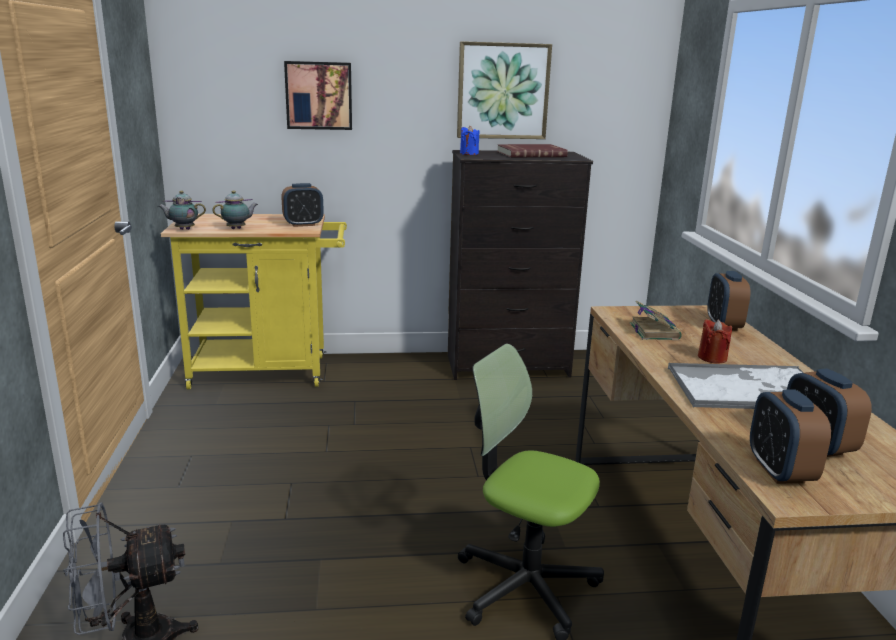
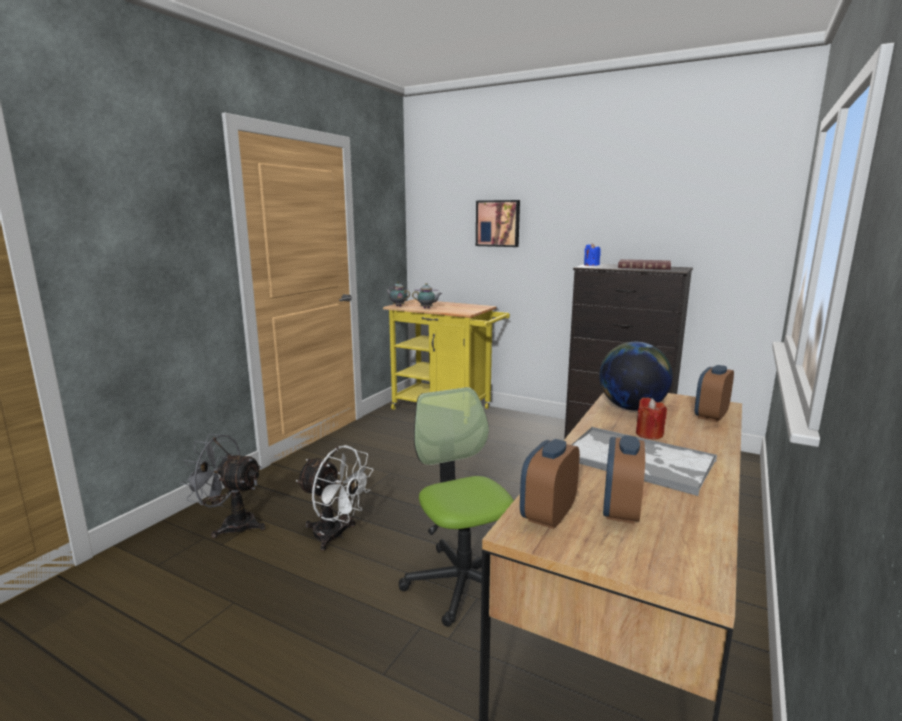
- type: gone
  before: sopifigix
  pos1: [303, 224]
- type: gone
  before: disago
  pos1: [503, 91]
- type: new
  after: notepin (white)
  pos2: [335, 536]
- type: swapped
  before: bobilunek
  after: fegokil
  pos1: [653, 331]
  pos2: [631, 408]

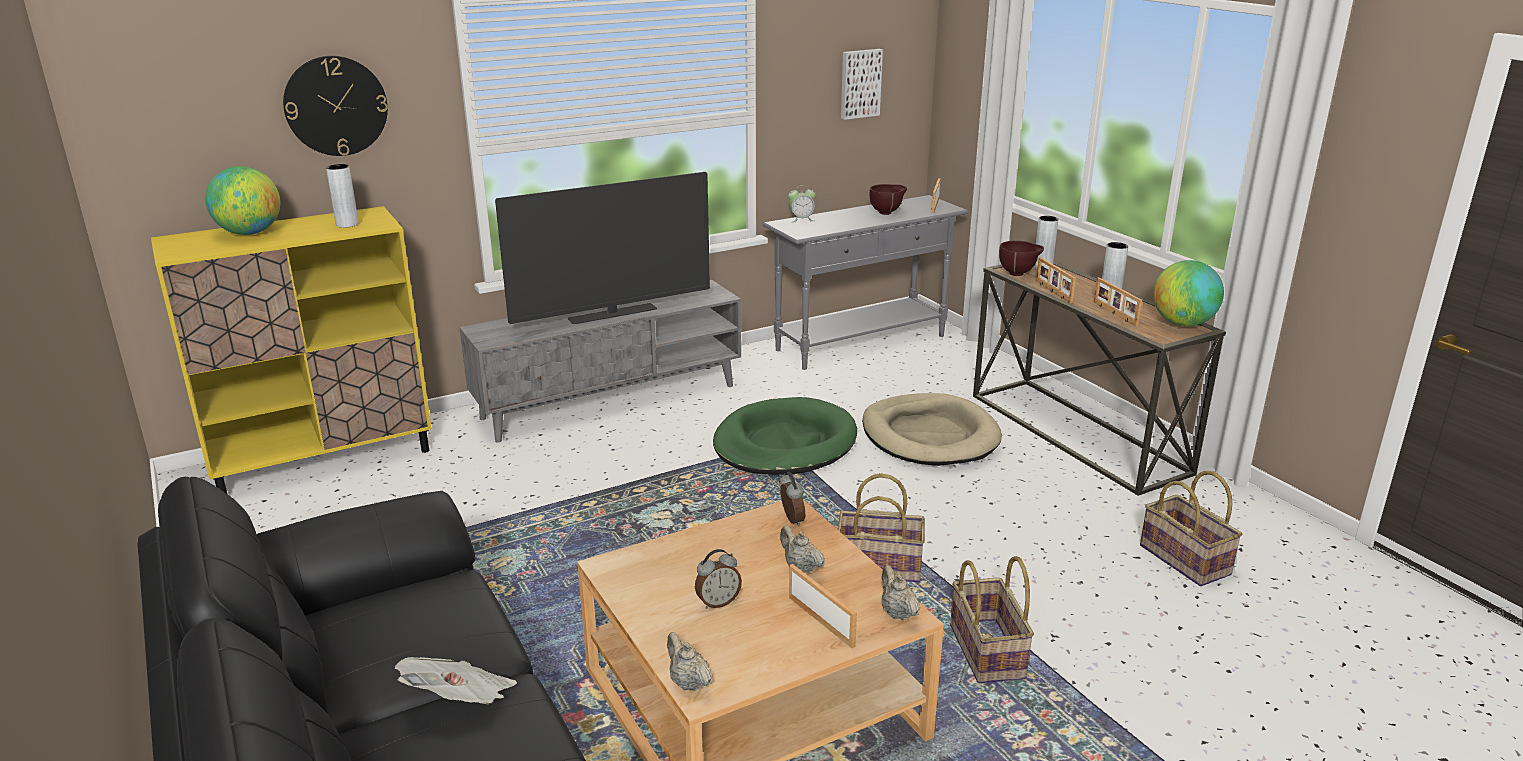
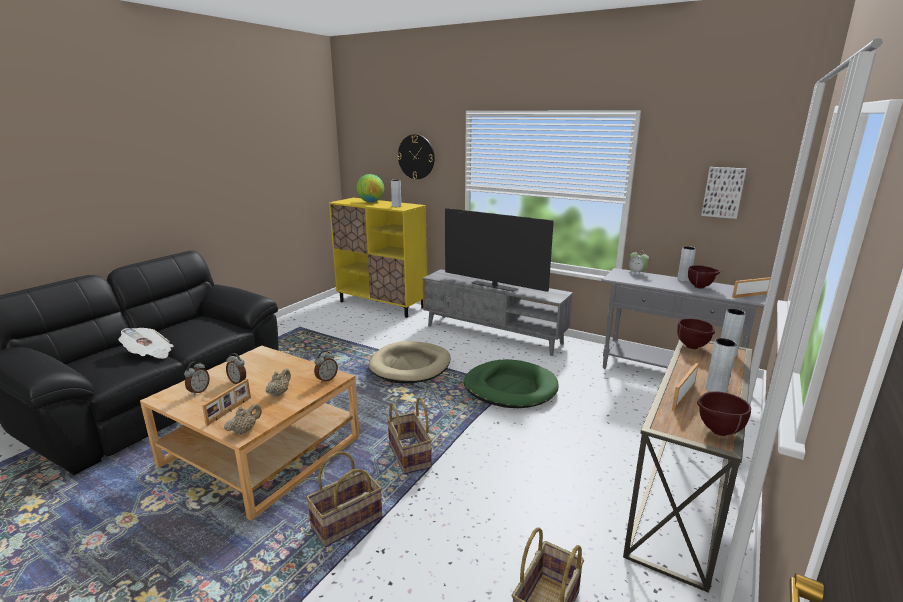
- type: gone
  before: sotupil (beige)
  pos1: [688, 682]
- type: gone
  before: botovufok
  pos1: [1052, 292]
- type: new
  after: sopifigix
  pos2: [198, 391]
- type: new
  after: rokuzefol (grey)
  pos2: [683, 280]
- type: shifted
  before: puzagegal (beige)
  pos1: [929, 435]
  pos2: [410, 365]
- type: swapped
  before: fegokil
  after: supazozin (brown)
  pos1: [1182, 323]
  pos2: [717, 431]

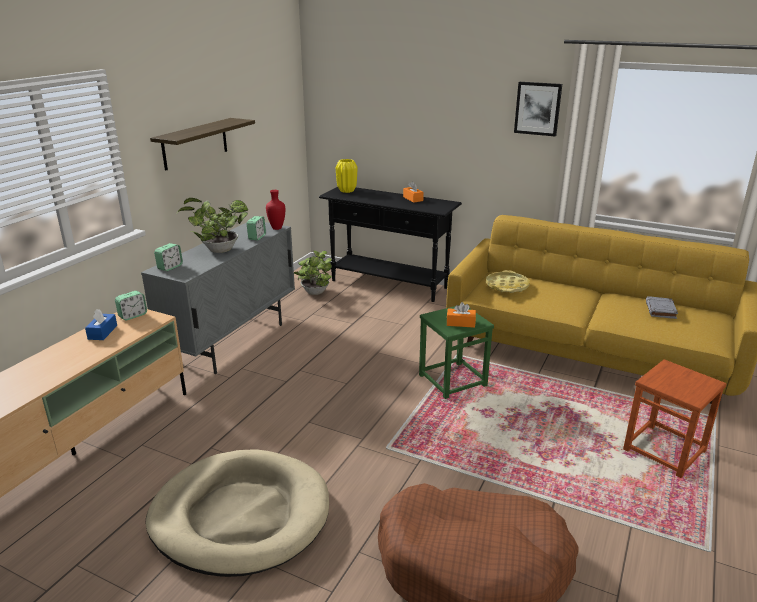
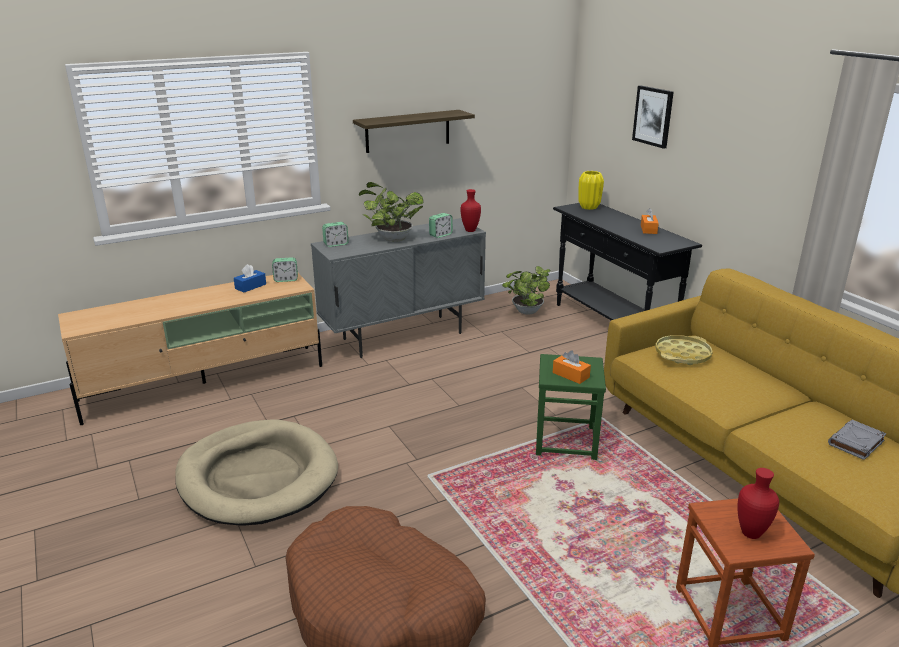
- type: new
  after: rokuzefol (red)
  pos2: [750, 532]
- type: shifted
  before: disago
  pos1: [537, 108]
  pos2: [653, 116]

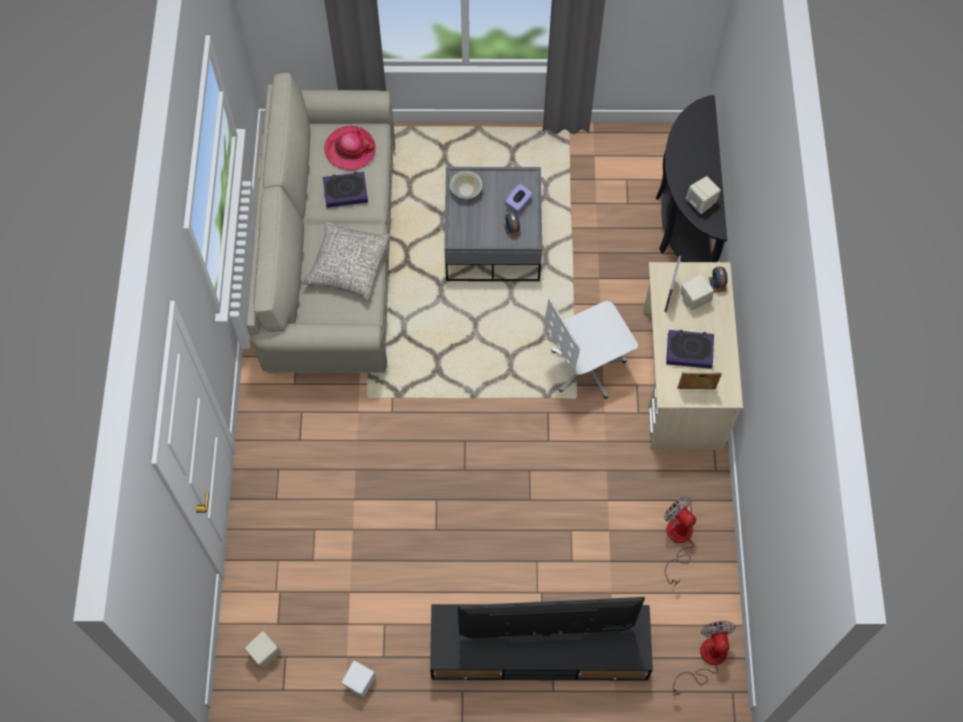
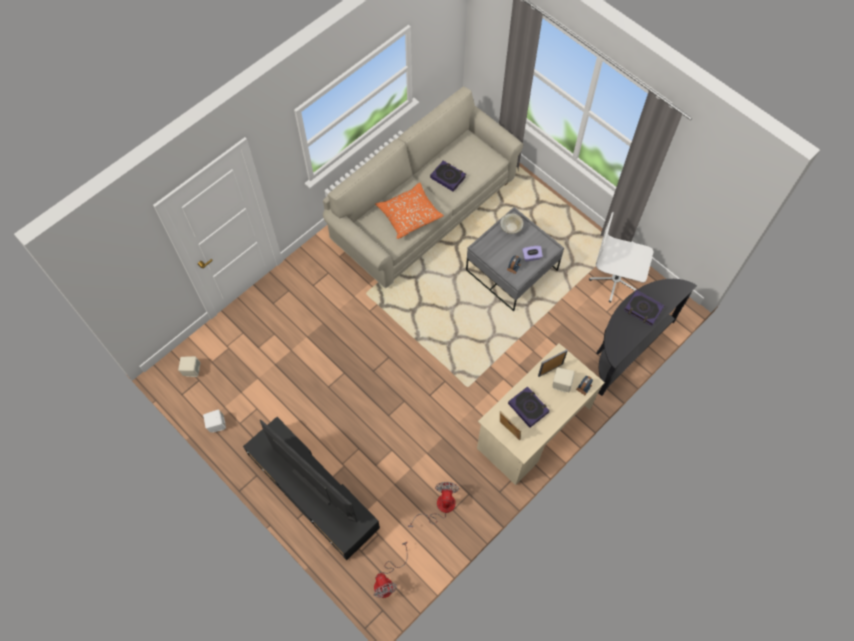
- type: gone
  before: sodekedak
  pos1: [350, 149]
- type: gone
  before: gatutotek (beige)
  pos1: [701, 203]
- type: new
  after: bobilunek
  pos2: [643, 309]
- type: shifted
  before: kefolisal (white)
  pos1: [587, 367]
  pos2: [615, 280]
- type: repainted
  before: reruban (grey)
  after: reruban (orange)
  pos1: [347, 265]
  pos2: [409, 214]
- type: rotated
  before: notepin
  pos1: [706, 659]
  pos2: [387, 580]
  turn: 120

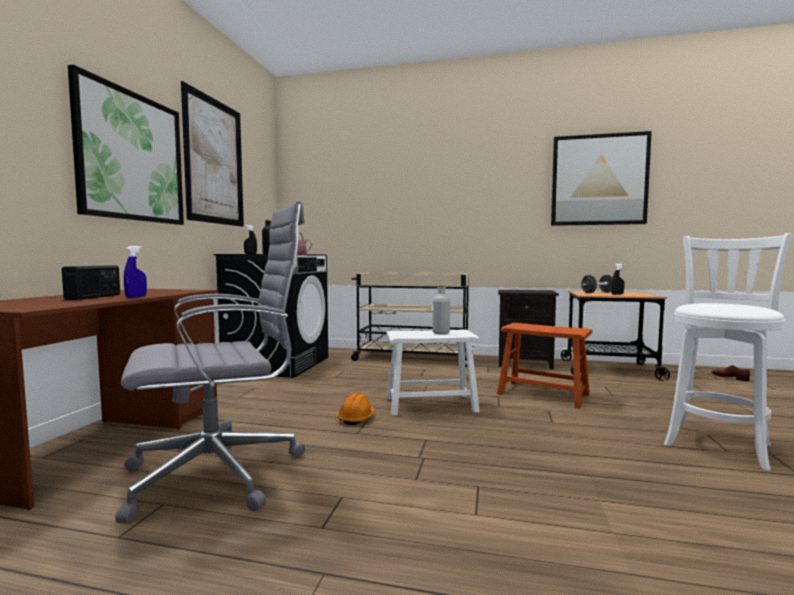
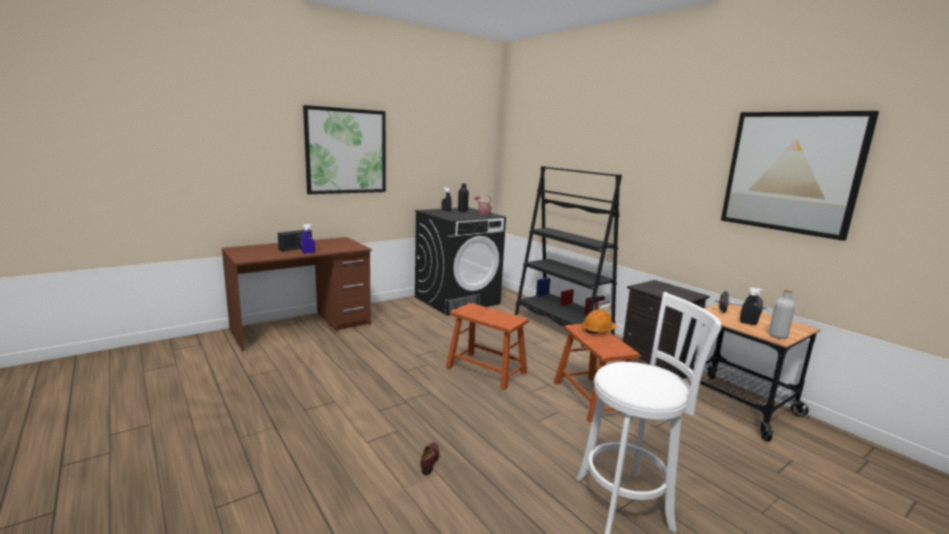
- type: gone
  before: kefolisal (grey)
  pos1: [221, 473]
- type: gone
  before: disago
  pos1: [215, 161]
- type: shifted
  before: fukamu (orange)
  pos1: [356, 418]
  pos2: [598, 330]
- type: shifted
  before: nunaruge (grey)
  pos1: [441, 333]
  pos2: [777, 336]
- type: shifted
  before: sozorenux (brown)
  pos1: [729, 377]
  pos2: [430, 460]
- type: swapped
  before: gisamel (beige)
  after: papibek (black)
  pos1: [411, 358]
  pos2: [562, 324]
- type: repainted
  before: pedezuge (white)
  after: pedezuge (brown)
  pos1: [430, 404]
  pos2: [486, 370]

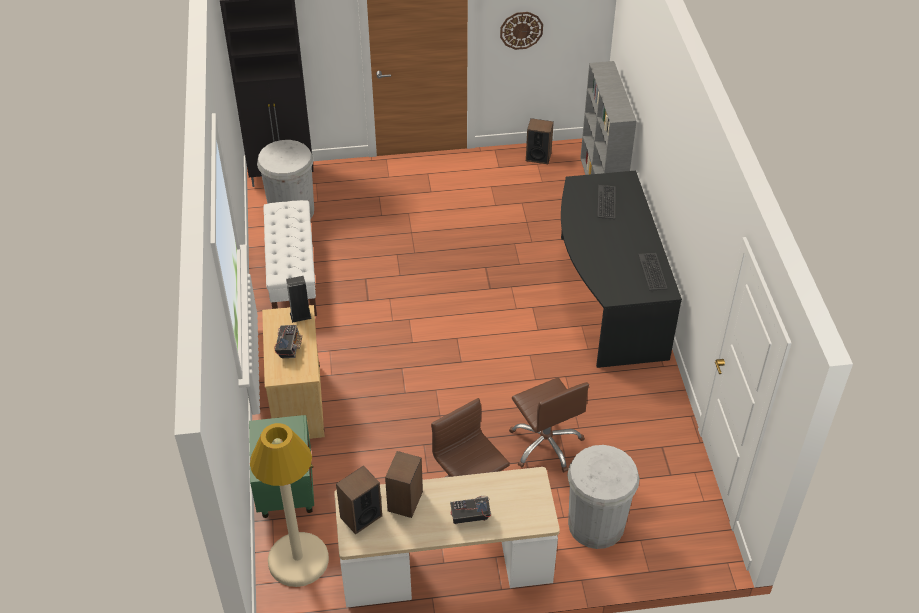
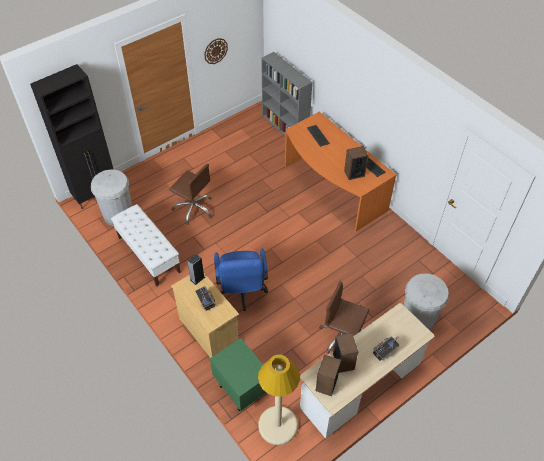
- type: new
  after: kefolisal (blue)
  pos2: [242, 292]
- type: shifted
  before: kefolisal (brown)
  pos1: [546, 444]
  pos2: [194, 208]
- type: shifted
  before: gatutotek
  pos1: [538, 157]
  pos2: [354, 173]
- type: repainted
  before: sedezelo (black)
  after: sedezelo (orange)
  pos1: [607, 296]
  pos2: [332, 189]

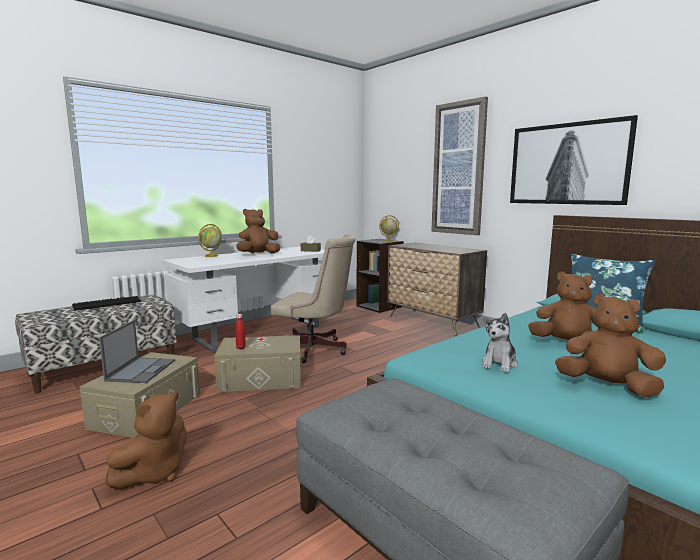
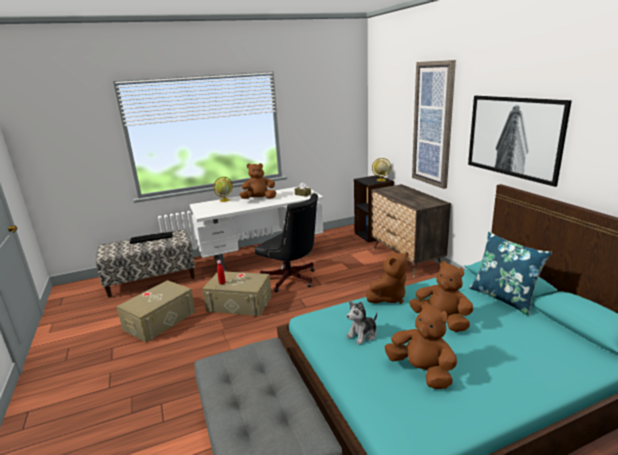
- type: gone
  before: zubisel
  pos1: [141, 370]
- type: shifted
  before: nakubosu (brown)
  pos1: [154, 473]
  pos2: [388, 297]
- type: repainted
  before: kefolisal (beige)
  after: kefolisal (black)
  pos1: [315, 350]
  pos2: [292, 280]

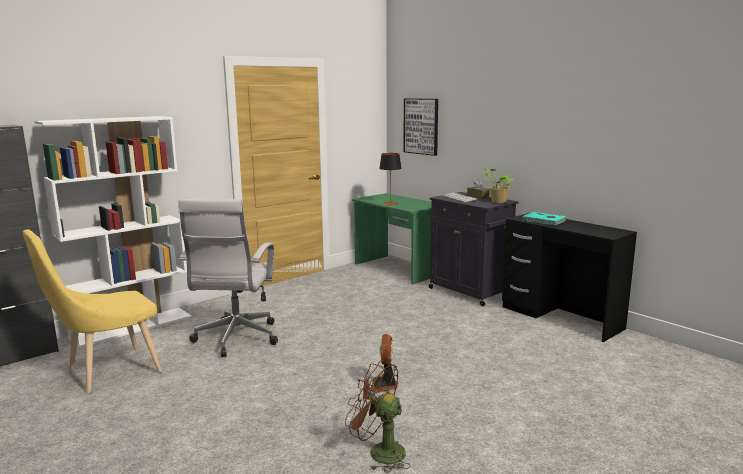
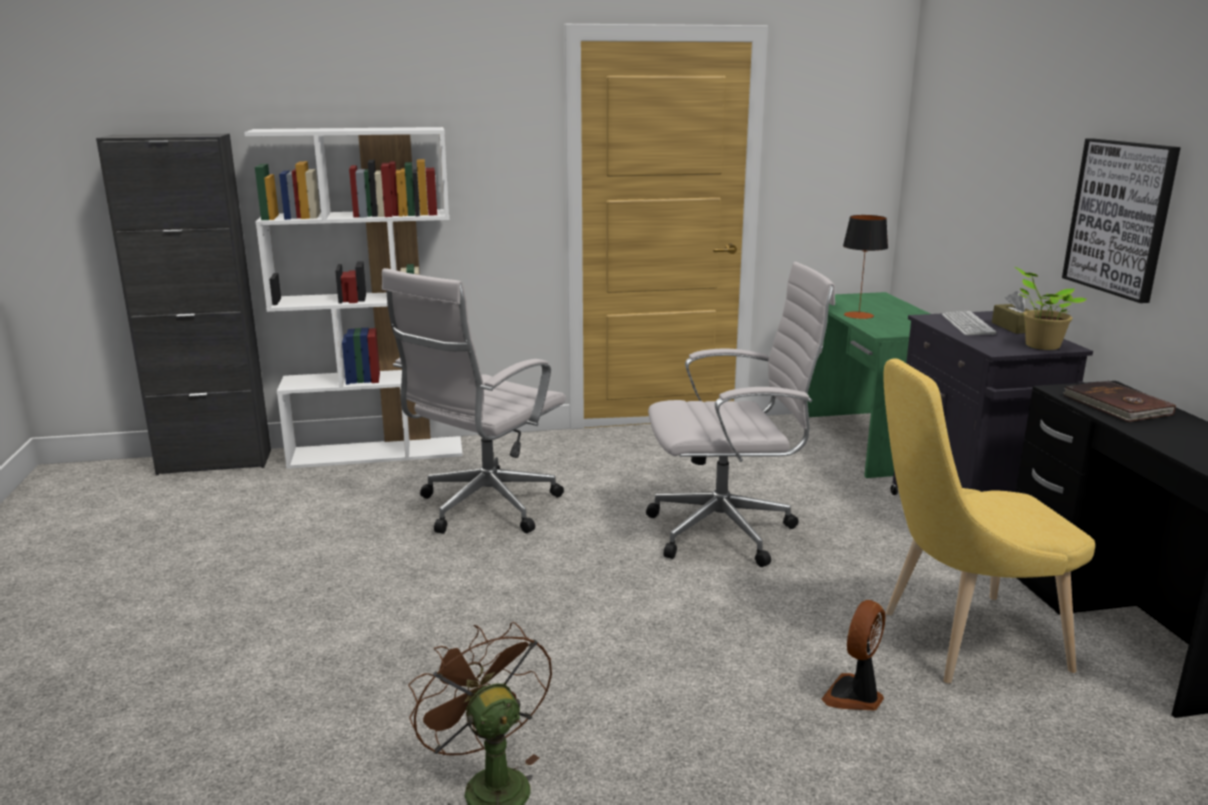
- type: new
  after: kefolisal (white)
  pos2: [728, 531]
- type: shifted
  before: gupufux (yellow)
  pos1: [107, 372]
  pos2: [961, 641]
- type: shifted
  before: notepin
  pos1: [384, 385]
  pos2: [855, 696]
- type: shifted
  before: disago
  pos1: [421, 126]
  pos2: [1120, 218]
- type: repainted
  before: bobilunek (turquoise)
  after: bobilunek (brown)
  pos1: [543, 220]
  pos2: [1116, 406]

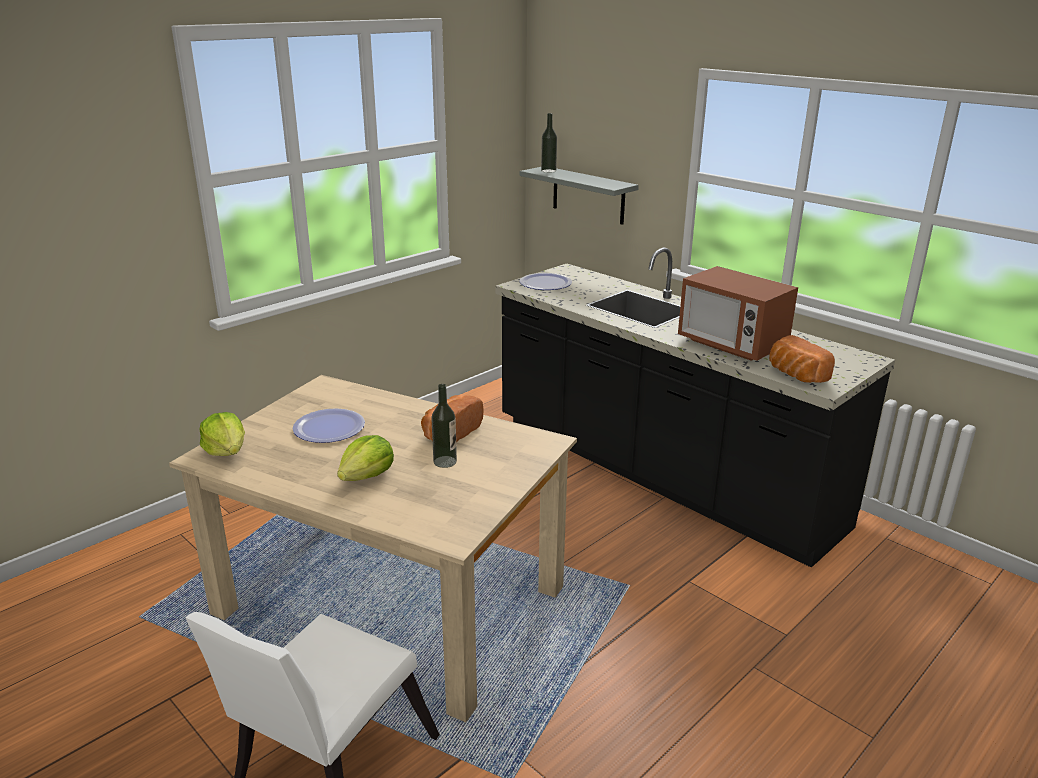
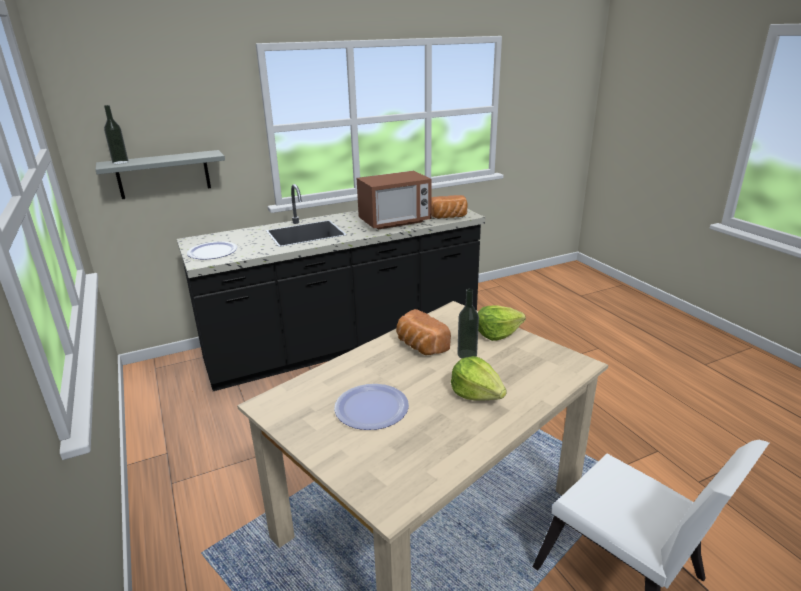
- type: shifted
  before: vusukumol
  pos1: [227, 451]
  pos2: [497, 333]

